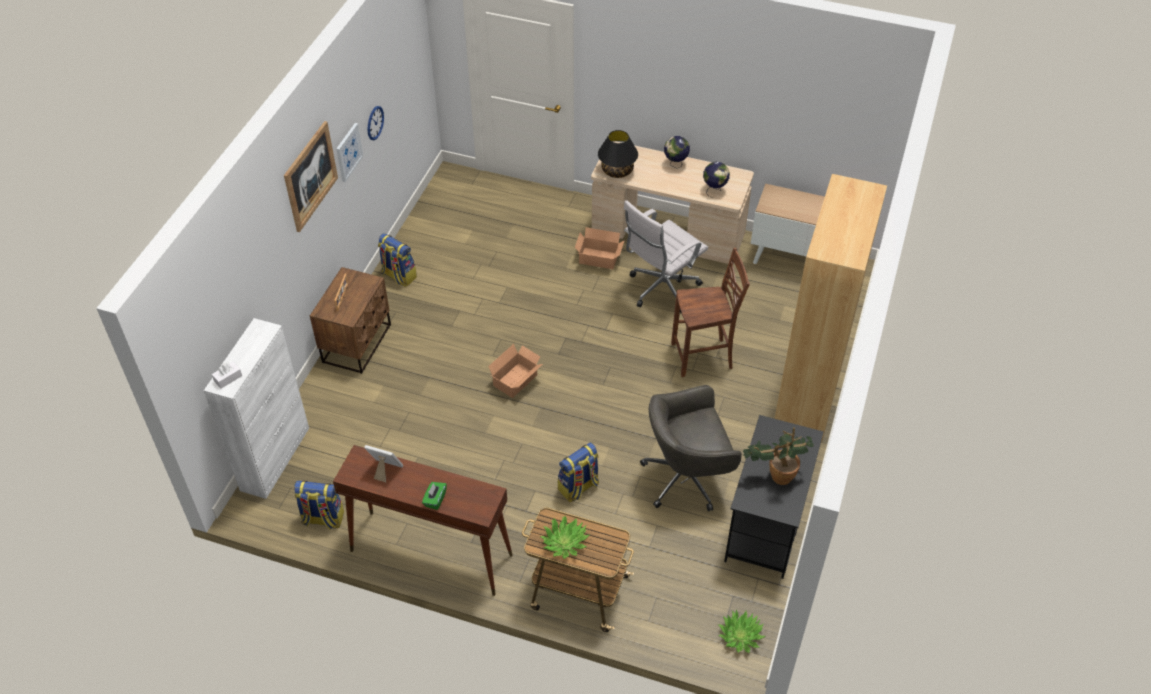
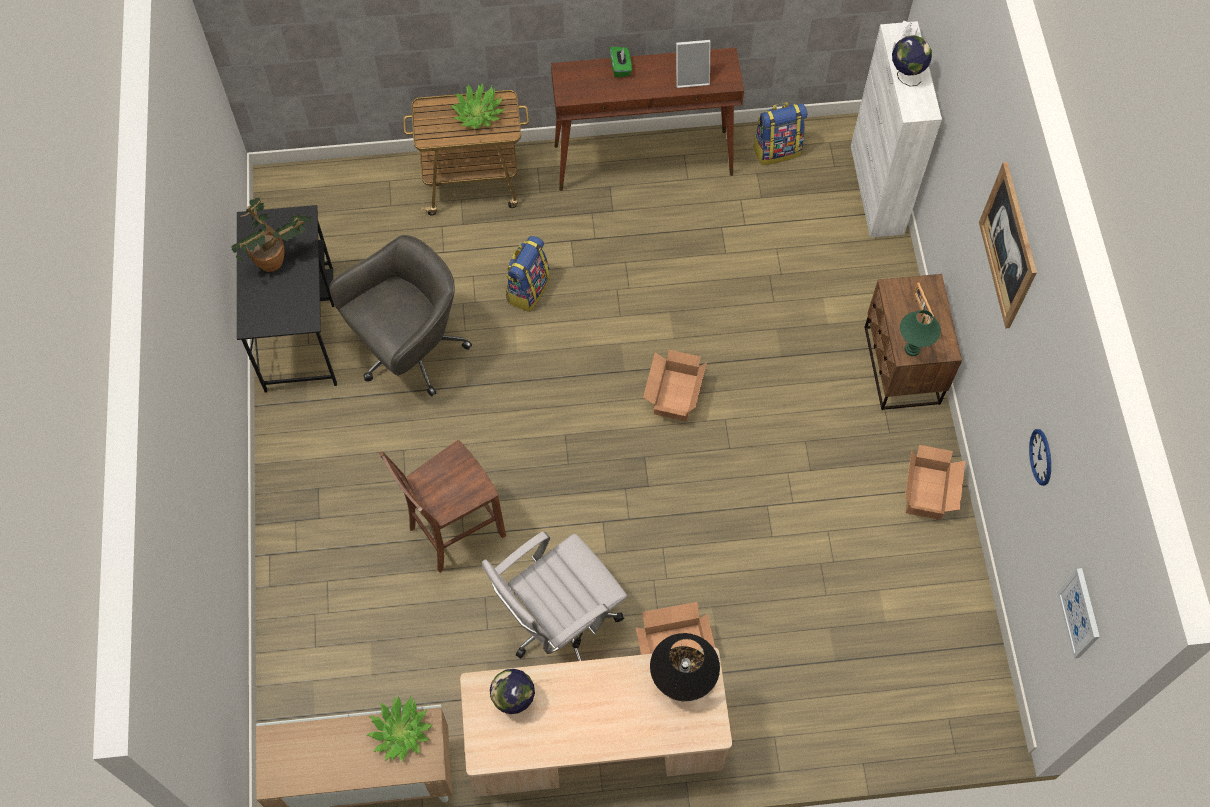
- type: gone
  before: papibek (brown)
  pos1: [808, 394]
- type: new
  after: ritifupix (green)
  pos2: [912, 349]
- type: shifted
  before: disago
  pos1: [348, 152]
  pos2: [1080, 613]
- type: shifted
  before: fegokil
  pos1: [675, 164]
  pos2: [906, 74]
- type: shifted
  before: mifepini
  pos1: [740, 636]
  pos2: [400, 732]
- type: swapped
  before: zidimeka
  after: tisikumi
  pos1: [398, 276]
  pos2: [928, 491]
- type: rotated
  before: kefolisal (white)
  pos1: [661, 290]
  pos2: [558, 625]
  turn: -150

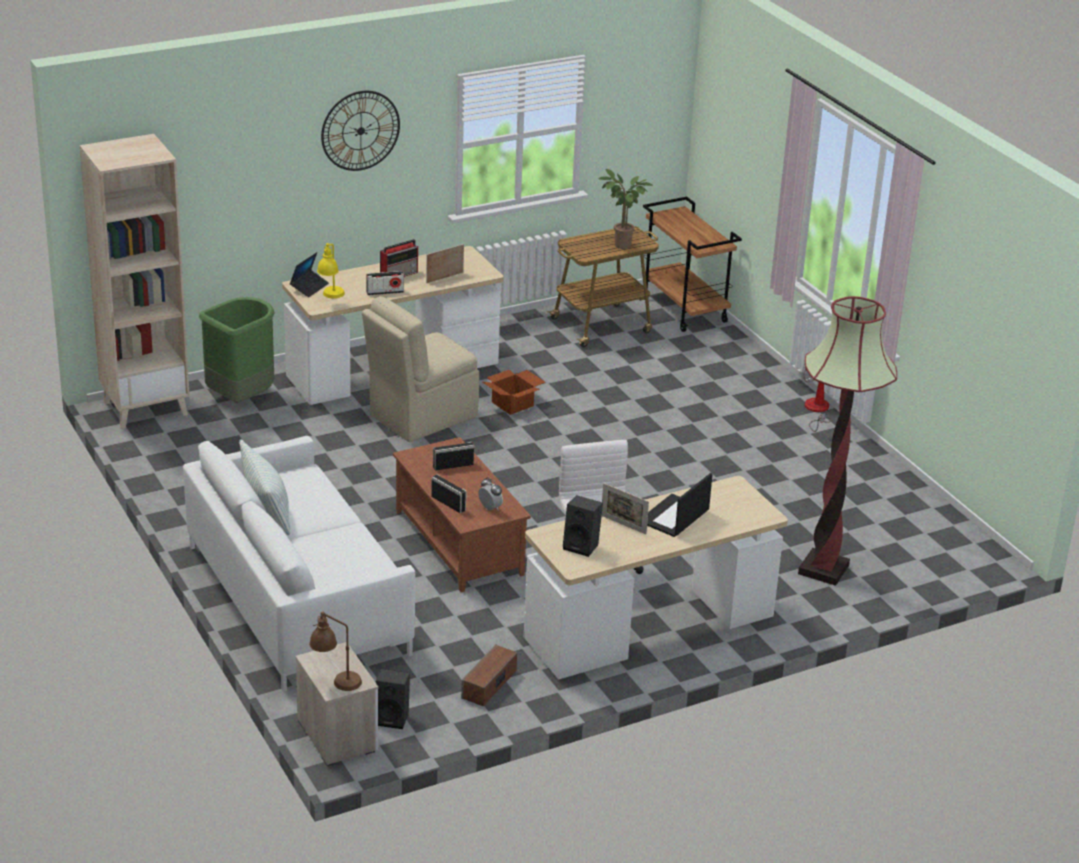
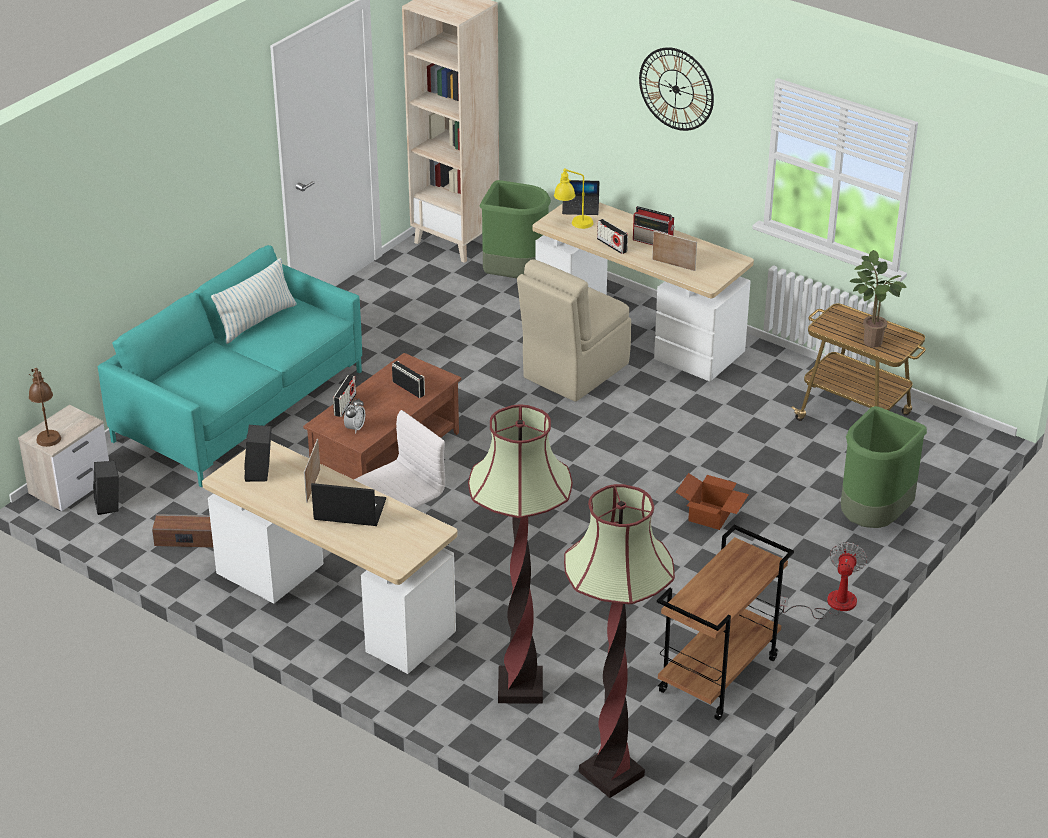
- type: new
  after: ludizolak
  pos2: [611, 774]
- type: new
  after: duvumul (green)
  pos2: [873, 519]
- type: shifted
  before: tisikumi
  pos1: [513, 404]
  pos2: [711, 516]
- type: shifted
  before: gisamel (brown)
  pos1: [685, 310]
  pos2: [718, 676]
- type: repainted
  before: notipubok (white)
  after: notipubok (turquoise)
  pos1: [298, 599]
  pos2: [240, 406]
- type: rotated
  before: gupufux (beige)
  pos1: [421, 417]
  pos2: [573, 372]
  turn: -75

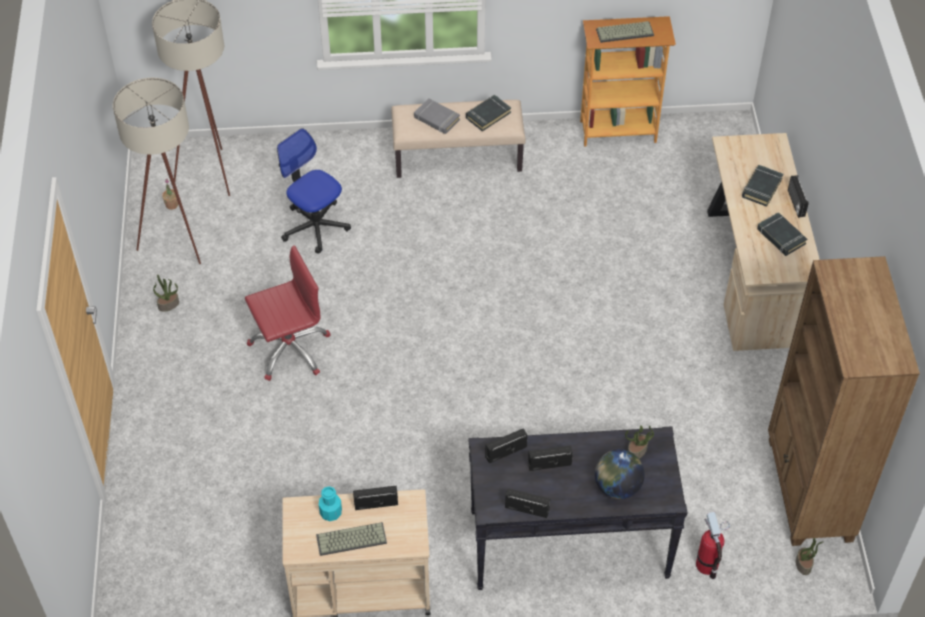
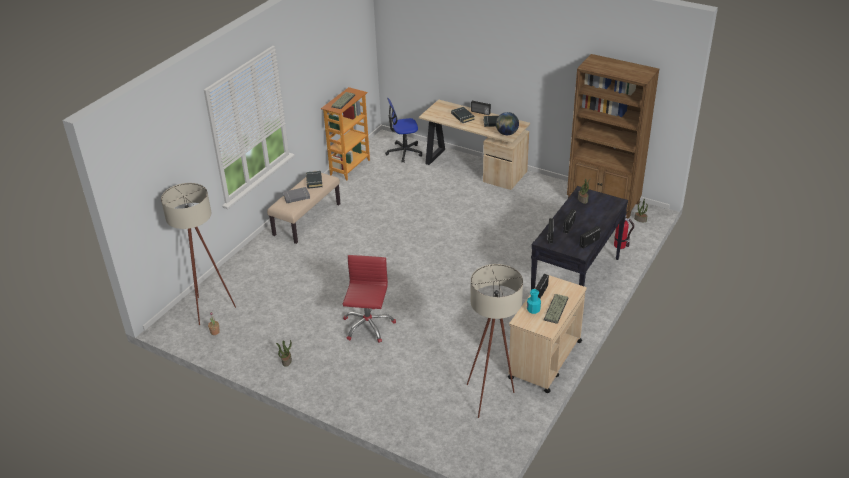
- type: shifted
  before: ludizolak (beige)
  pos1: [179, 248]
  pos2: [492, 397]
- type: shifted
  before: kefolisal
  pos1: [315, 226]
  pos2: [404, 152]
- type: shifted
  before: fegokil
  pos1: [617, 487]
  pos2: [506, 133]

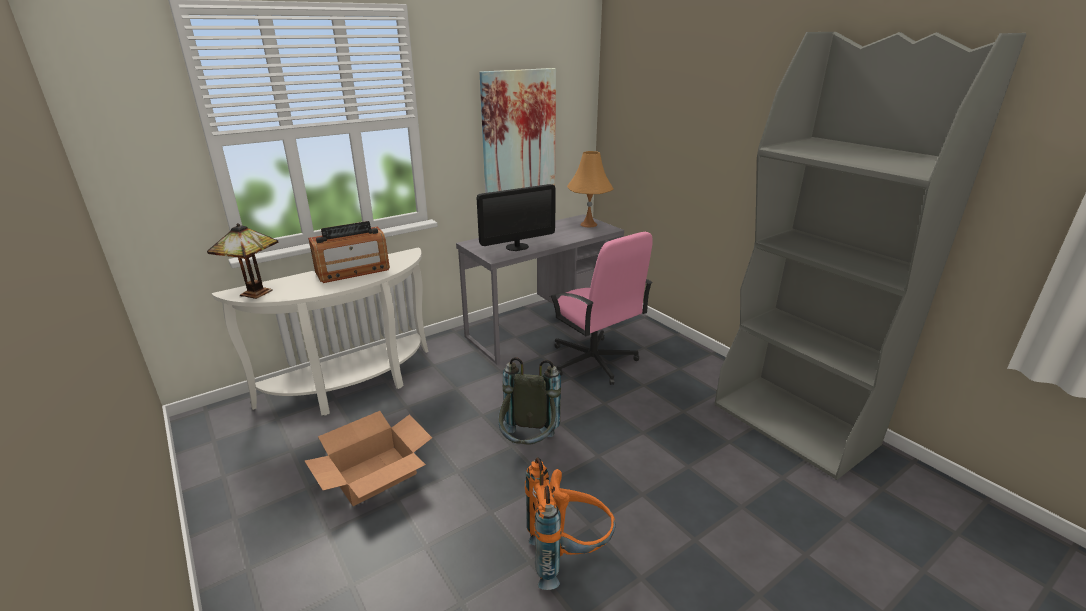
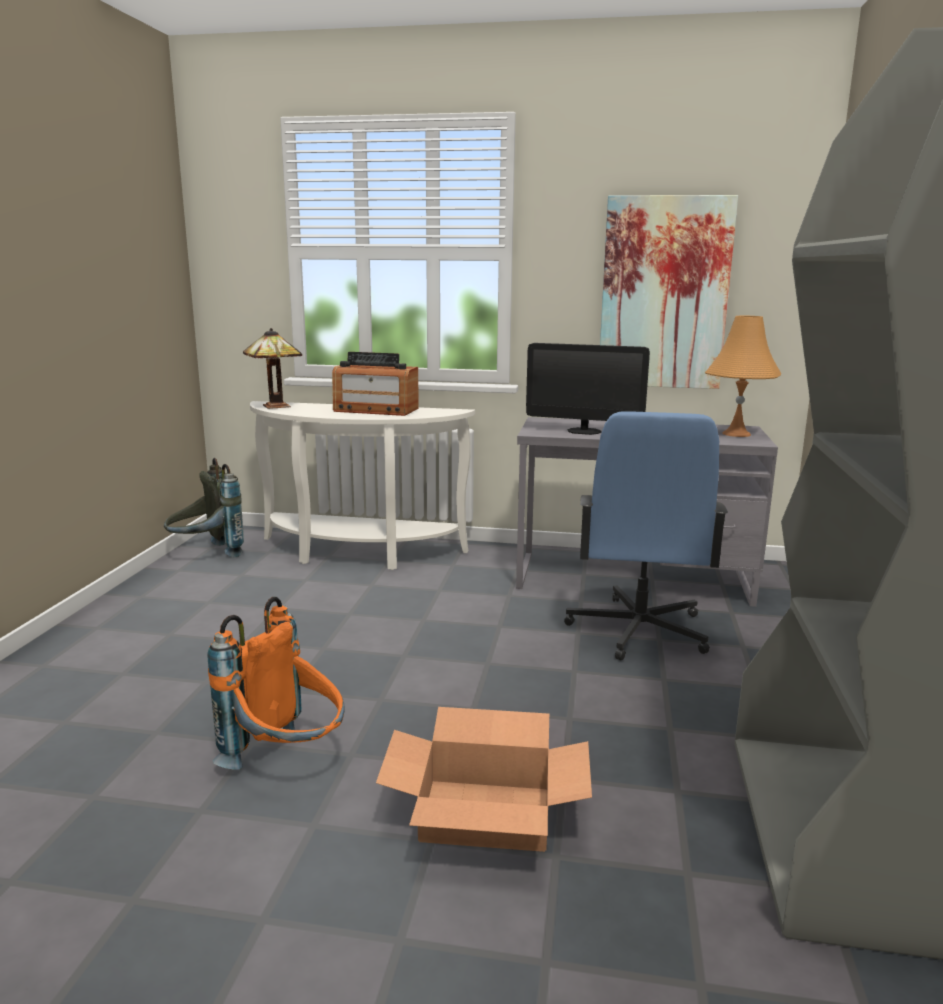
- type: shifted
  before: tisikumi
  pos1: [375, 475]
  pos2: [485, 814]
- type: shifted
  before: zidimeka (grey)
  pos1: [528, 445]
  pos2: [206, 554]
- type: repainted
  before: kefolisal (pink)
  after: kefolisal (blue)
  pos1: [593, 361]
  pos2: [638, 630]

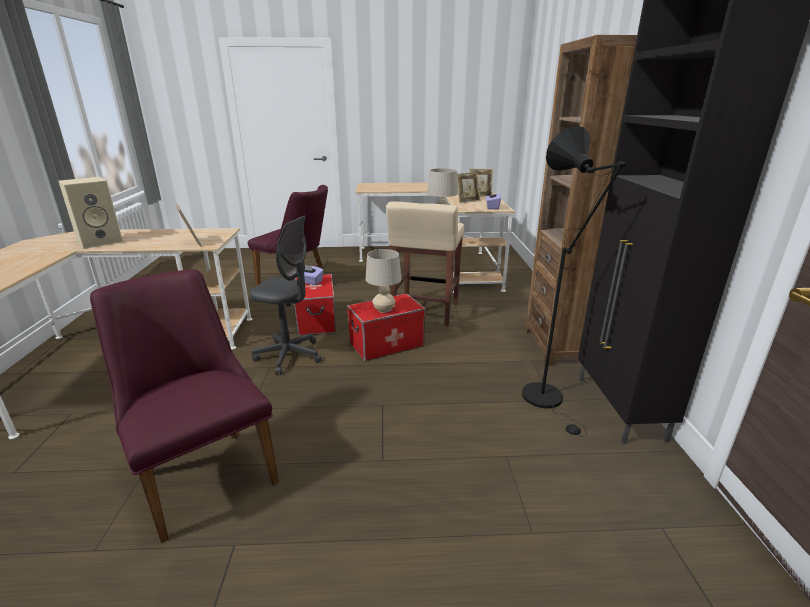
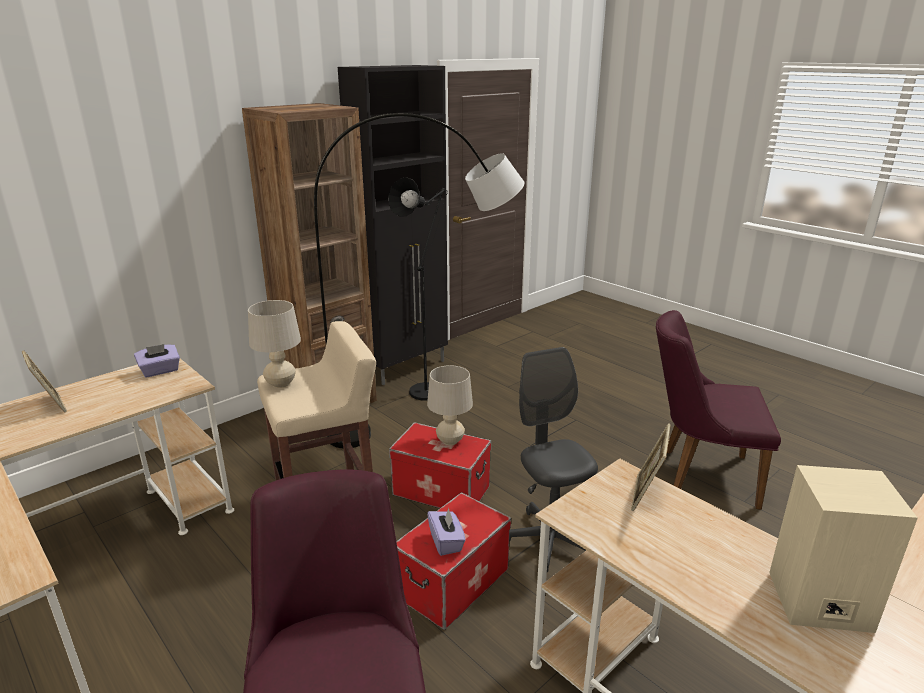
- type: gone
  before: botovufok
  pos1: [467, 201]
- type: new
  after: ludizolak (grey)
  pos2: [429, 424]
- type: rotated
  before: gupufux (purple)
  pos1: [204, 471]
  pos2: [698, 475]
  turn: 90

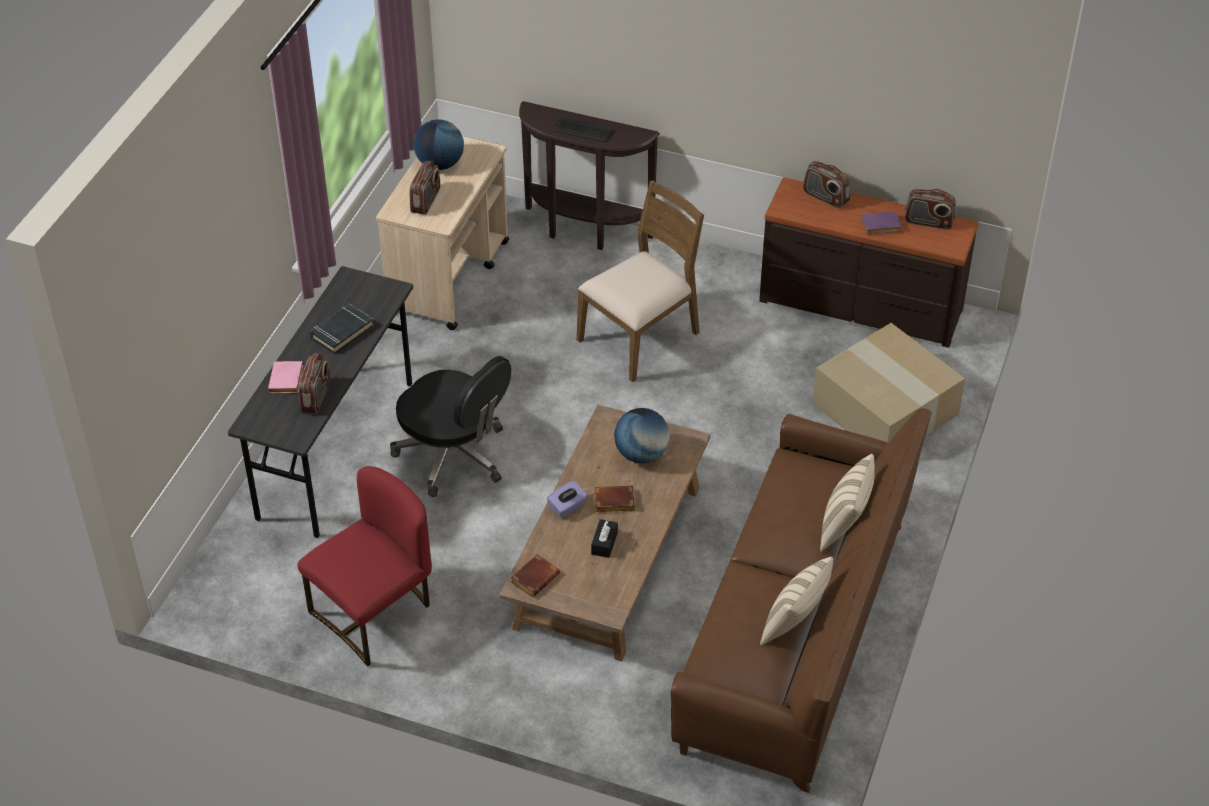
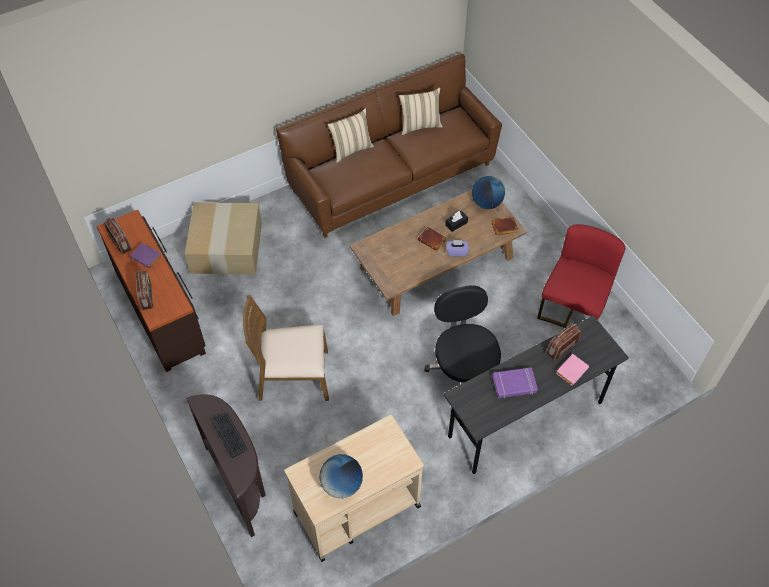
- type: gone
  before: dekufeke
  pos1: [426, 201]
- type: shifted
  before: fegokil
  pos1: [641, 454]
  pos2: [486, 203]
- type: repainted
  before: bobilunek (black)
  after: bobilunek (purple)
  pos1: [342, 332]
  pos2: [514, 385]
- type: rotated
  before: gupufux (red)
  pos1: [374, 613]
  pos2: [573, 308]
  turn: 120

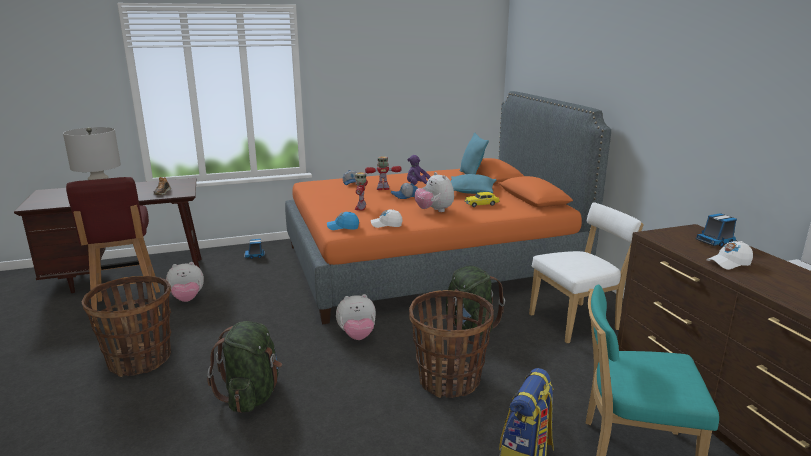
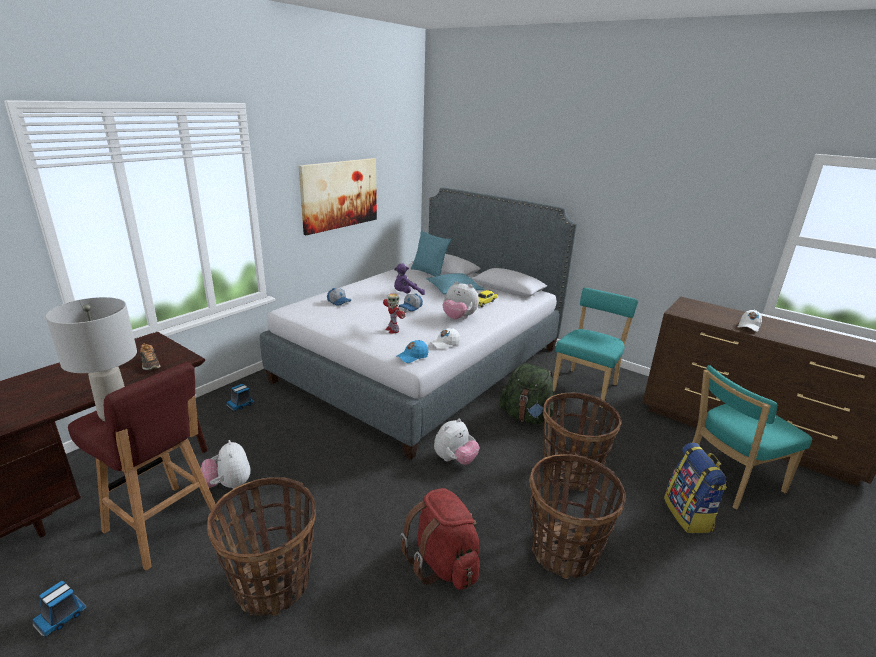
- type: gone
  before: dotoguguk
  pos1: [383, 189]
- type: new
  after: disago
  pos2: [339, 194]
- type: new
  after: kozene
  pos2: [564, 551]
- type: shifted
  before: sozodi
  pos1: [716, 242]
  pos2: [62, 616]
- type: repainted
  before: zidimeka (green)
  after: zidimeka (red)
  pos1: [252, 395]
  pos2: [443, 563]
- type: repainted
  before: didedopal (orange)
  after: didedopal (grey)
  pos1: [430, 262]
  pos2: [423, 363]
- type: repainted
  before: gupufux (white)
  after: gupufux (turquoise)
  pos1: [577, 322]
  pos2: [586, 386]
- type: rotated
  before: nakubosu
  pos1: [187, 299]
  pos2: [229, 485]
  turn: 120

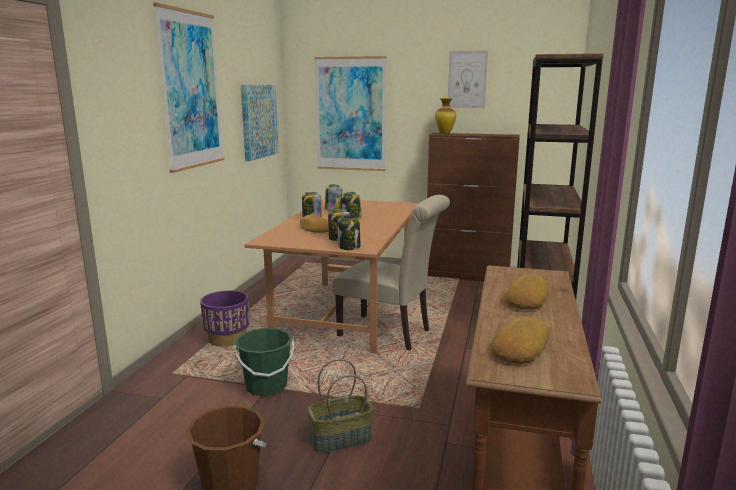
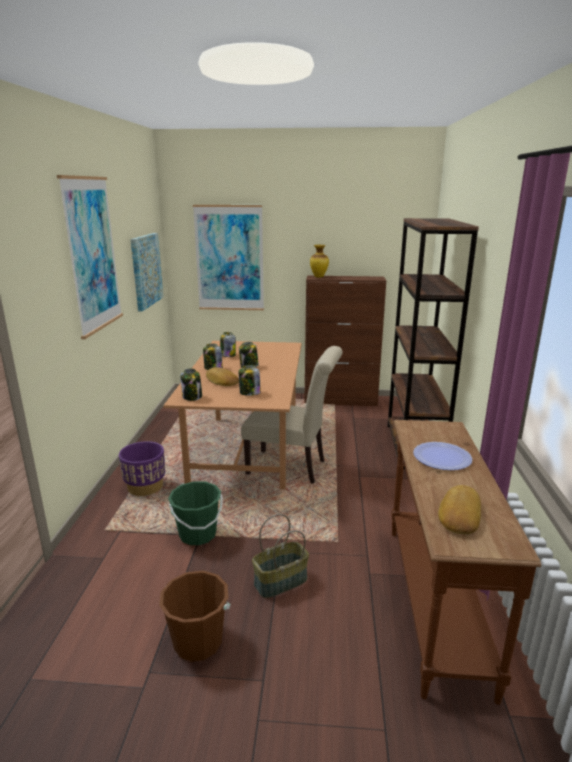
- type: gone
  before: disago
  pos1: [467, 79]
- type: shifted
  before: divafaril
  pos1: [349, 247]
  pos2: [192, 397]
- type: swapped
  before: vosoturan
  after: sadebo
  pos1: [525, 299]
  pos2: [441, 457]

